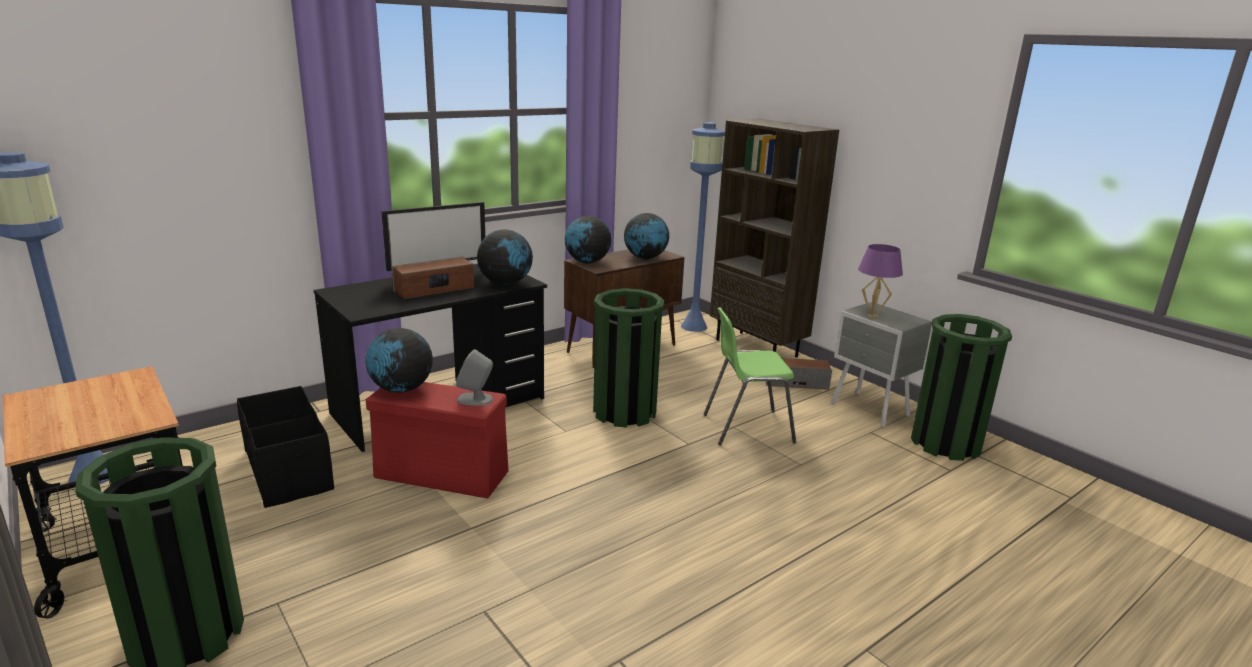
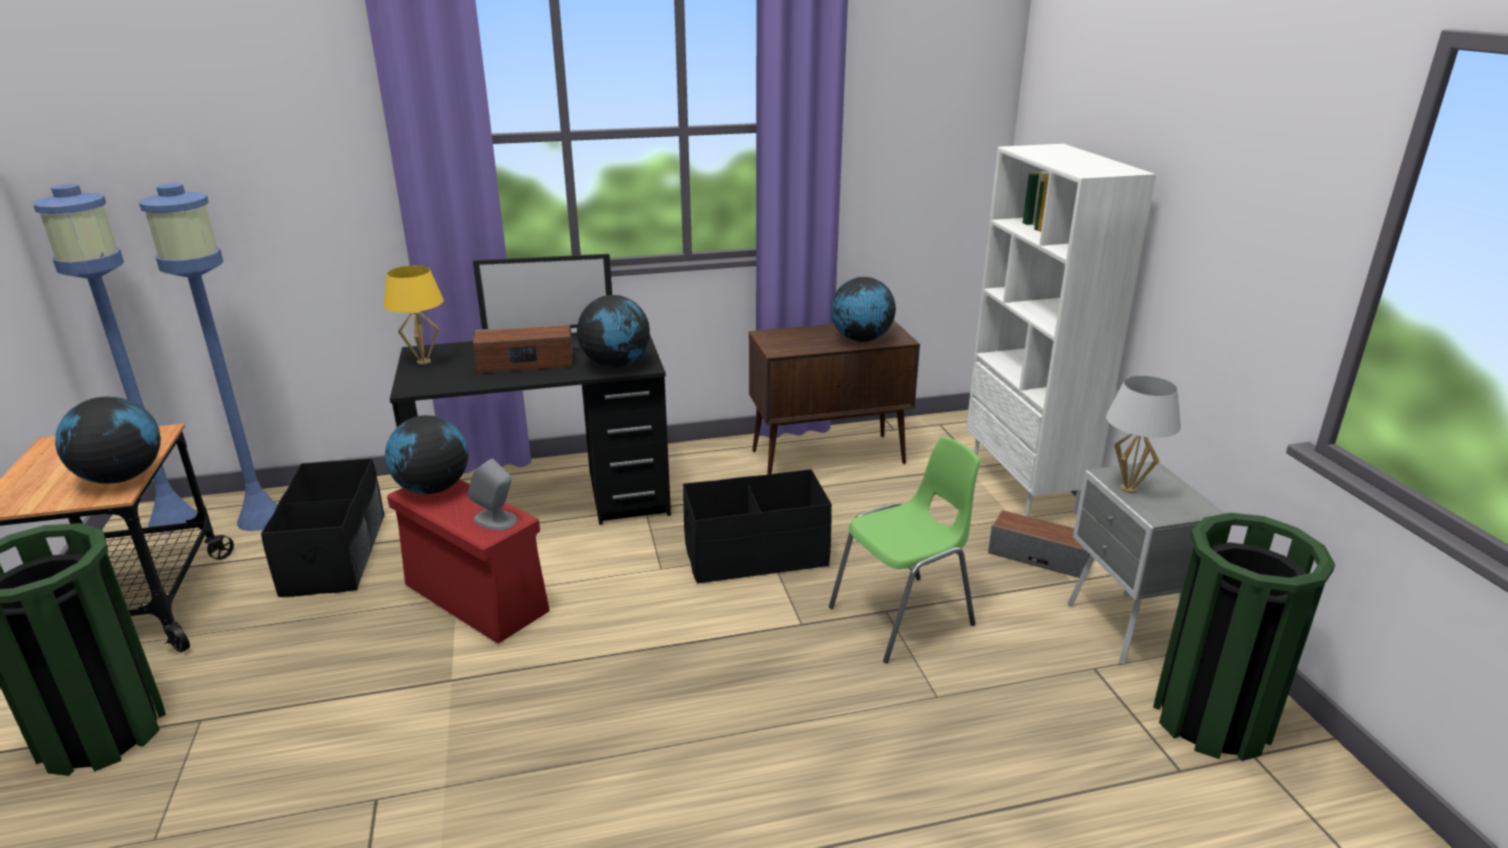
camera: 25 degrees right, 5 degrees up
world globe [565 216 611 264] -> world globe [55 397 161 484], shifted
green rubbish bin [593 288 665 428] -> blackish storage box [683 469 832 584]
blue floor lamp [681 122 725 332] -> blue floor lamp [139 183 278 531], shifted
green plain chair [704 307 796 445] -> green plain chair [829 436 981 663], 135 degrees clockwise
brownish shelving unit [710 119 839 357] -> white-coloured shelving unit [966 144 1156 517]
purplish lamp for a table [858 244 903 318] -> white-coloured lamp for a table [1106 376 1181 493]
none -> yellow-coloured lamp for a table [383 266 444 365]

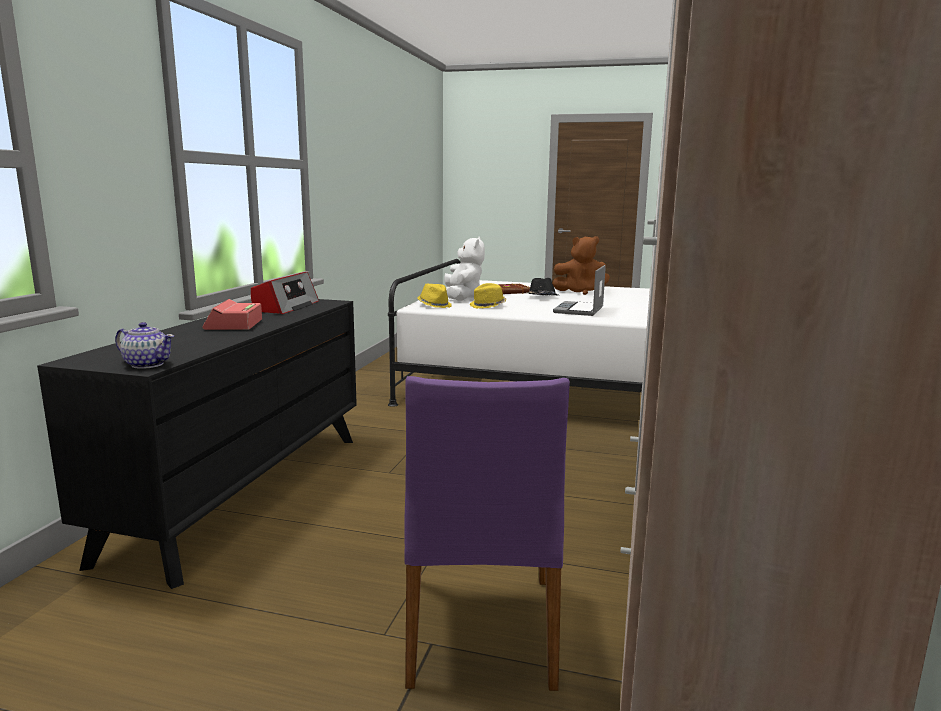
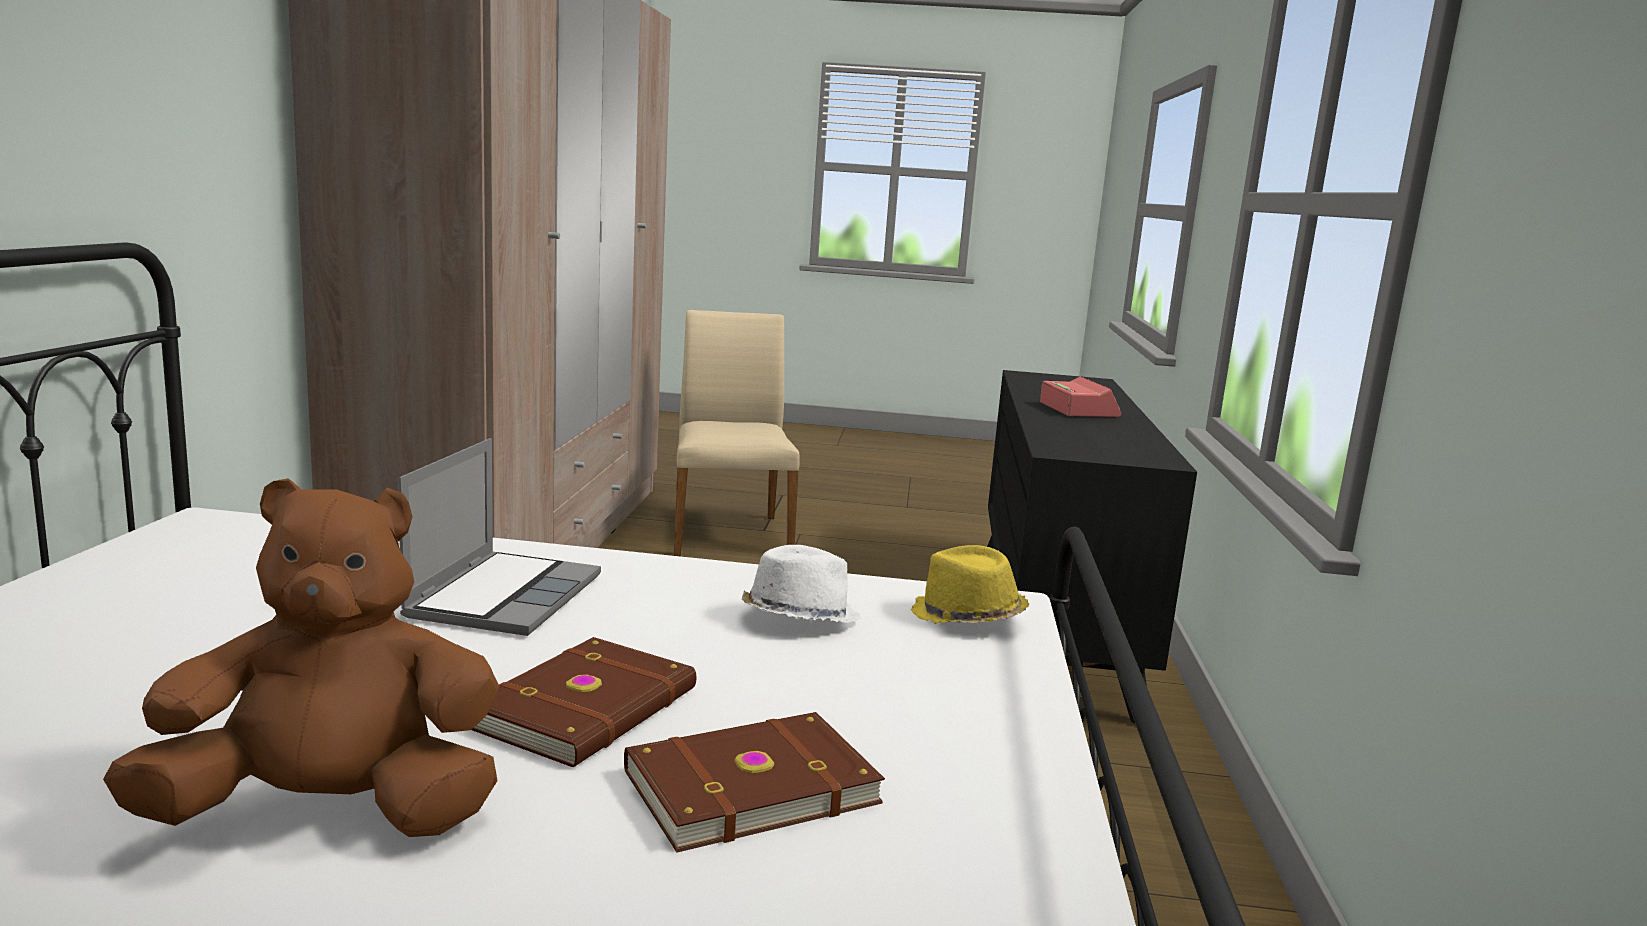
camera: 170 degrees right, 0 degrees up
tea pot [115 322 174 369] -> none
radio set [251 272 319 314] -> none
purplish plain chair [404 376 570 691] -> beige-coloured plain chair [674 310 800 556]
white-coloured soft toy [444 237 485 301] -> none
yellow-coloured wearable hat [470 283 506 309] -> white-coloured wearable hat [742 545 861 623]
blackish wearable hat [527 278 558 295] -> brownish volume [472 637 696 767]

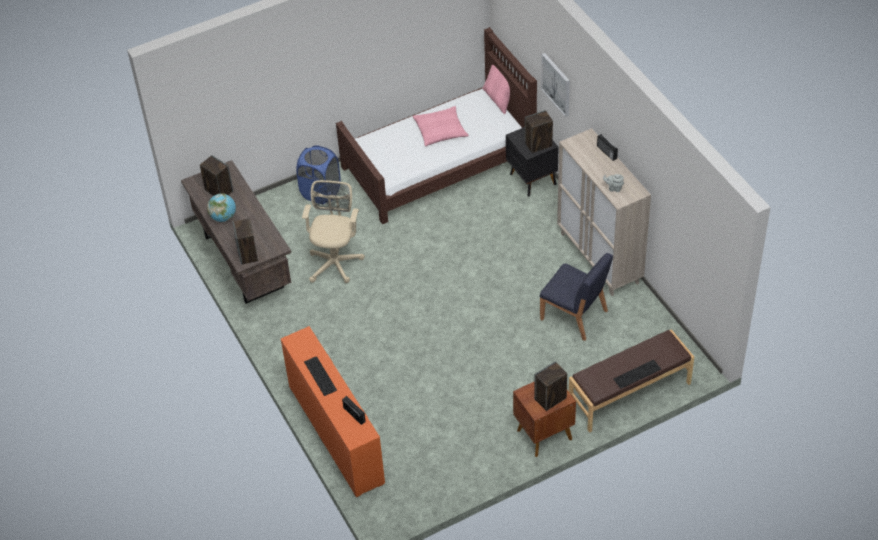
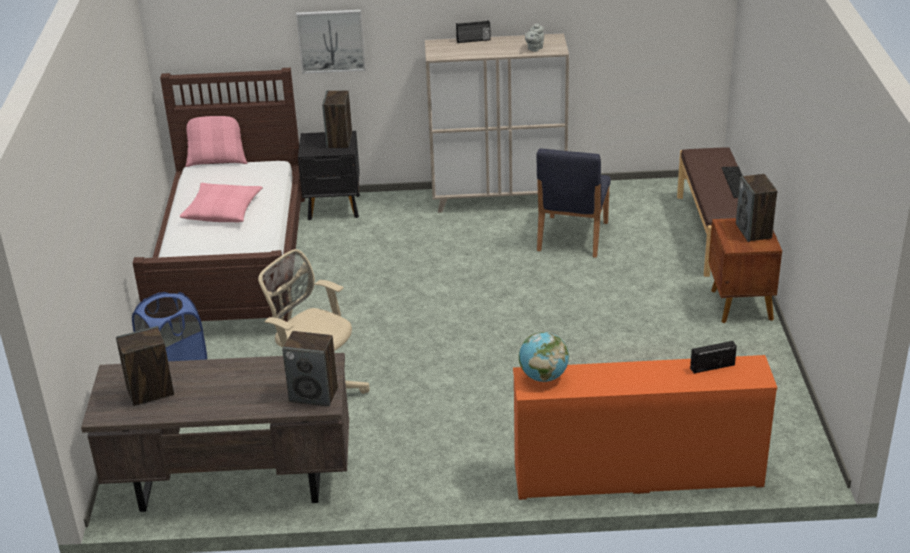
camera: 65 degrees left, 15 degrees down
world globe [207 193 236 222] -> world globe [519 332 569 382], shifted
PC keyboard [304 356 337 396] -> none
blue plain chair [540 253 613 341] -> blue plain chair [536 148 611 258], 135 degrees clockwise

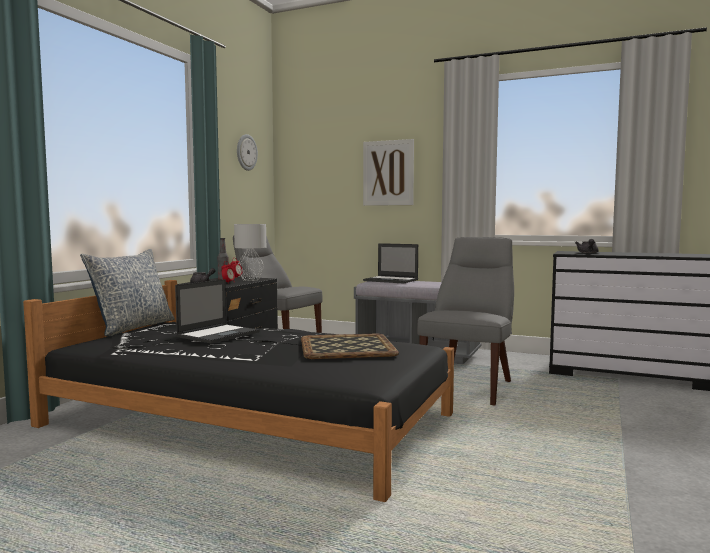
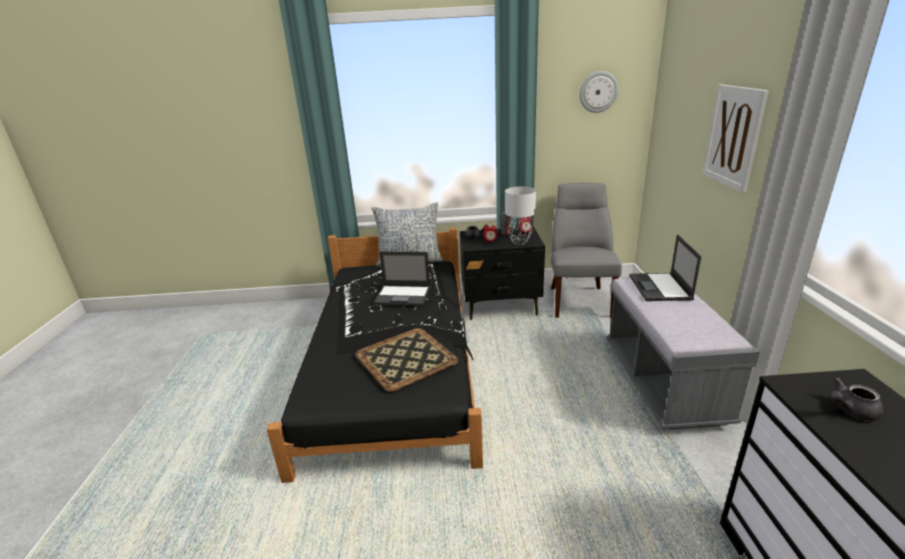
camera: 65 degrees right, 20 degrees up
greyish plain chair [417 237 514 406] -> none

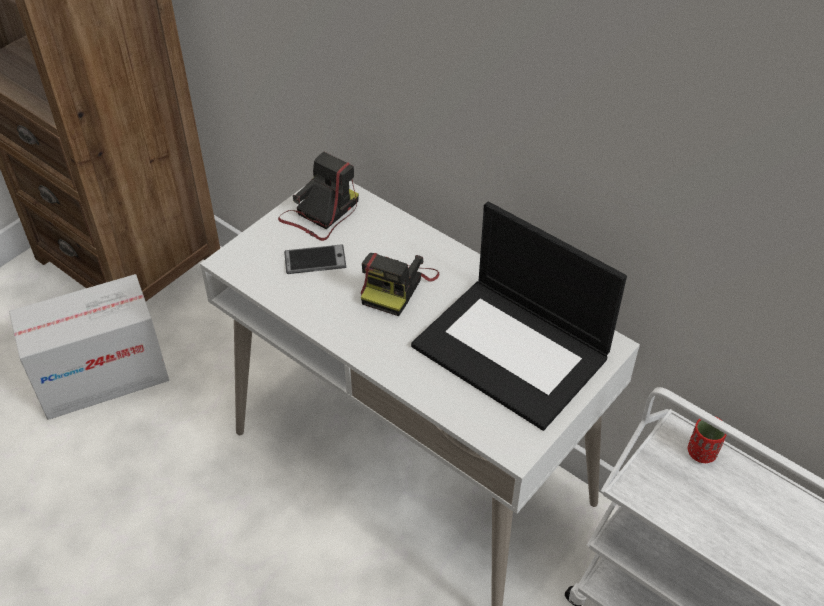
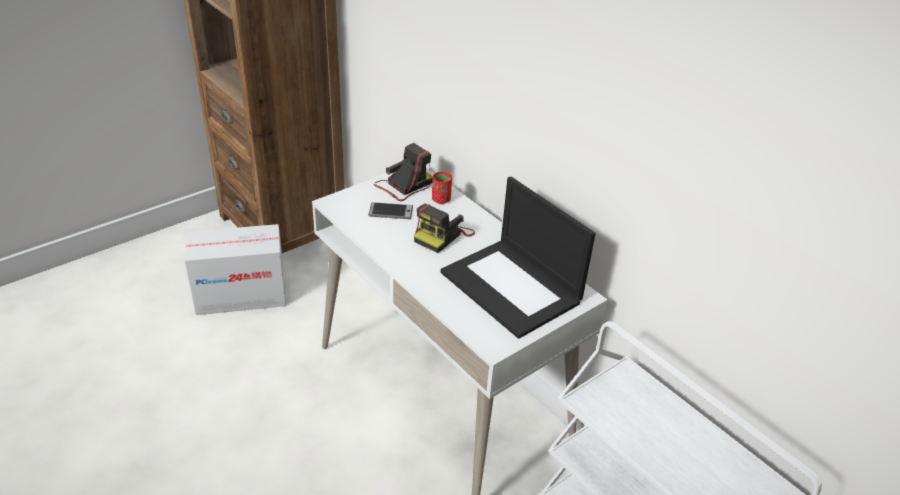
camera: 10 degrees right, 10 degrees down
reddish small cup [688 417 727 463] -> reddish small cup [432 171 452 204], shifted

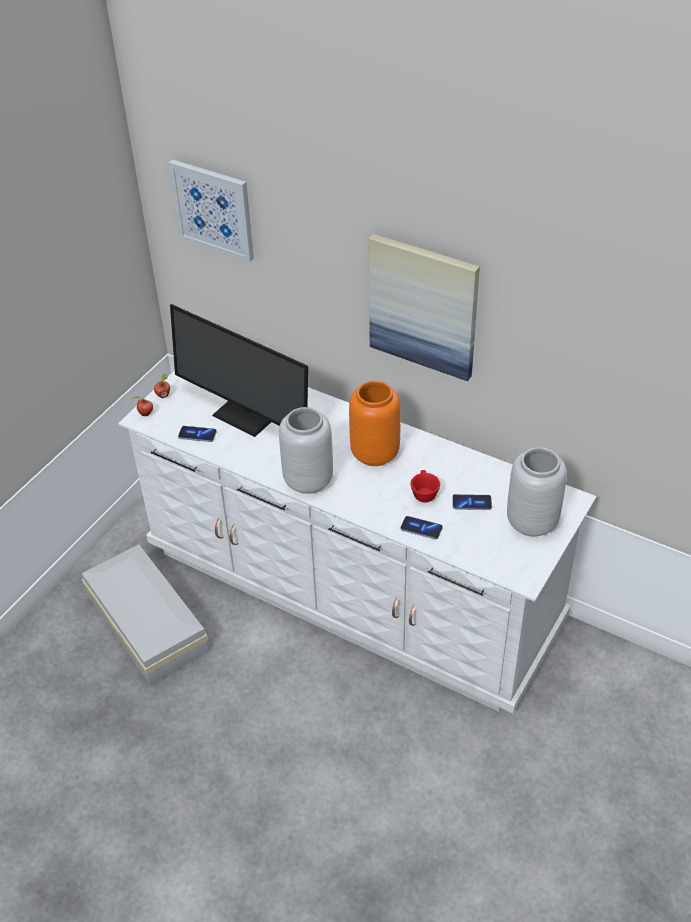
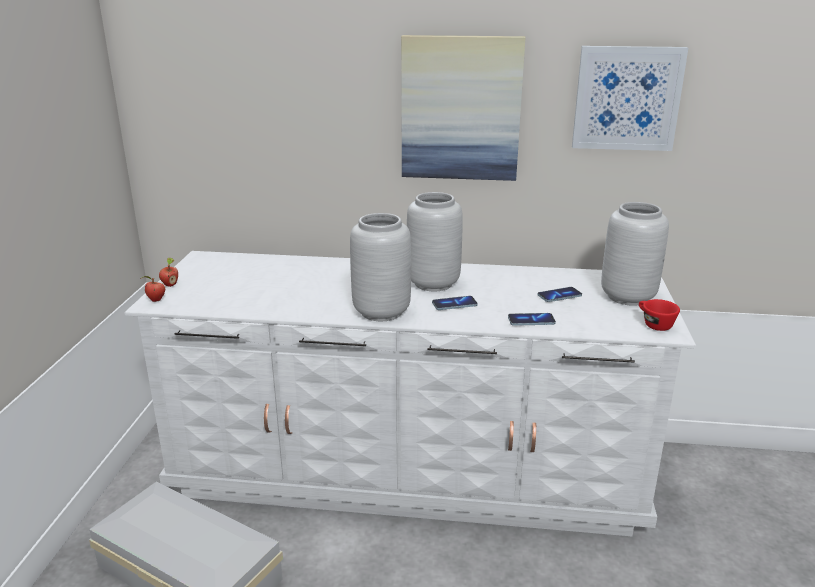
camera: 25 degrees left, 20 degrees down
wall art [168 159 254 262] -> wall art [572 46 688 151], shifted
monitor [170 304 308 437] -> none
telephone [178 426 217 442] -> telephone [432 296 478 310], shifted
orange vase [349 381 401 466] -> greyish vase [407 192 463 291]
reddish small cup [410 470 440 503] -> reddish small cup [639 299 680 331], shifted

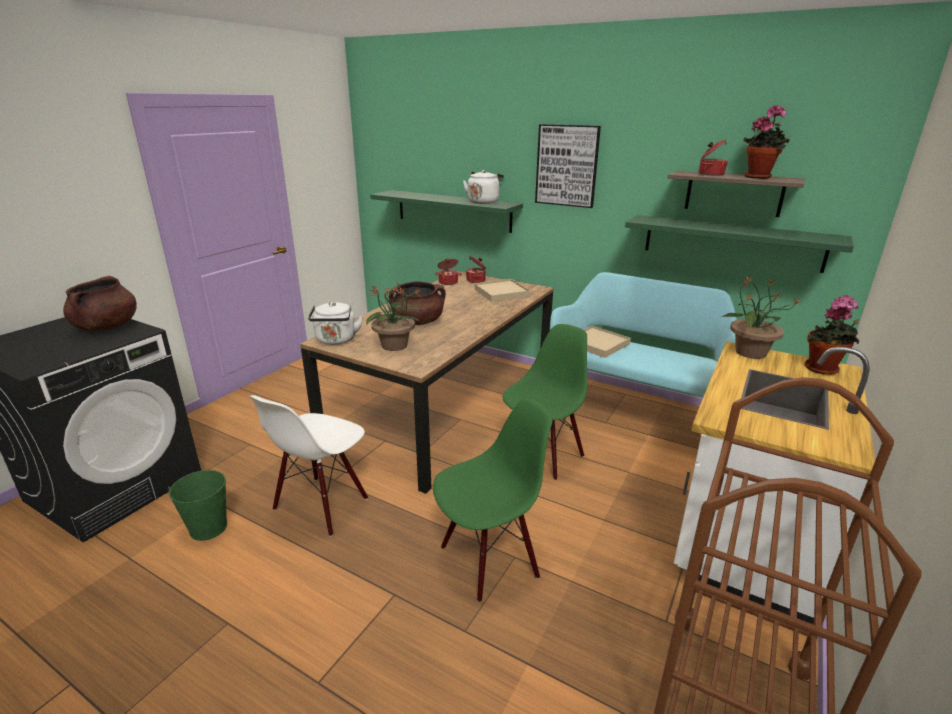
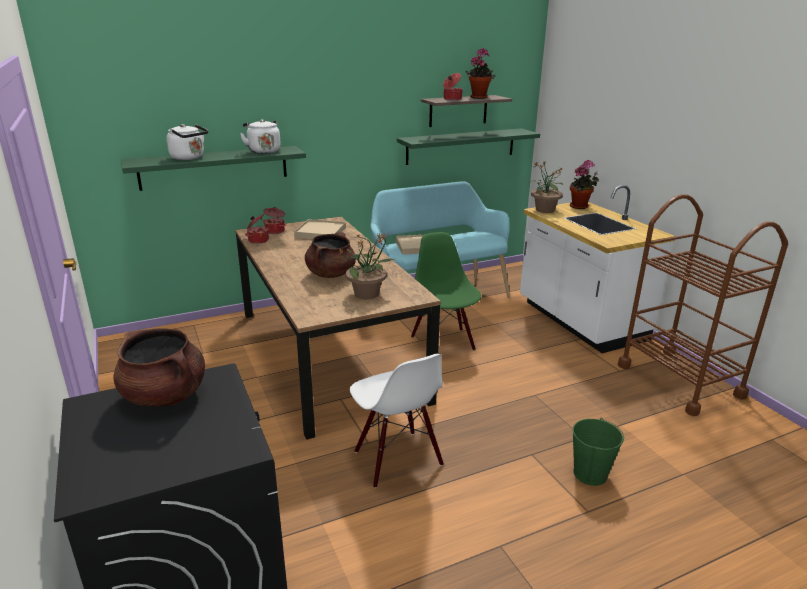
camera: 55 degrees left, 0 degrees up
green water bucket [168 470 227 541] -> green water bucket [573 417 624 486], shifted
white-coloured water kettle [308 302 363 345] -> white-coloured water kettle [166 124 208 160], shifted
green plain chair [433 398 552 602] -> none
wall art [535 124 601 208] -> none

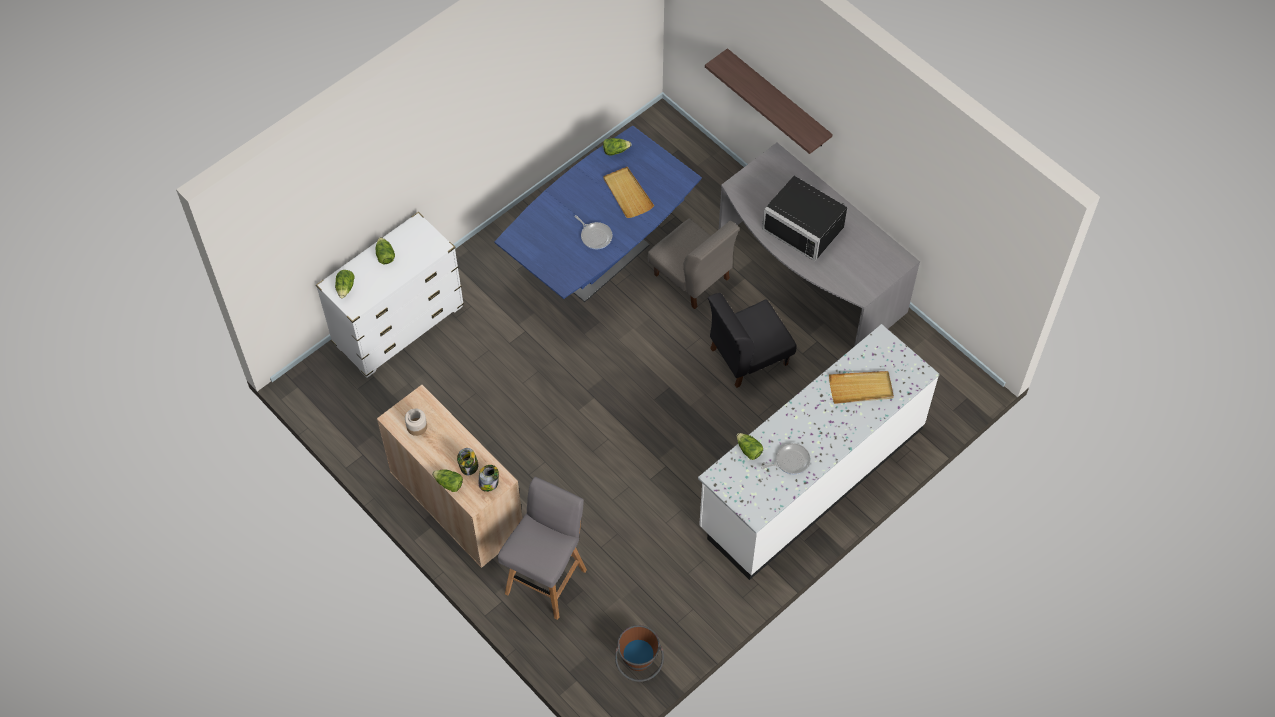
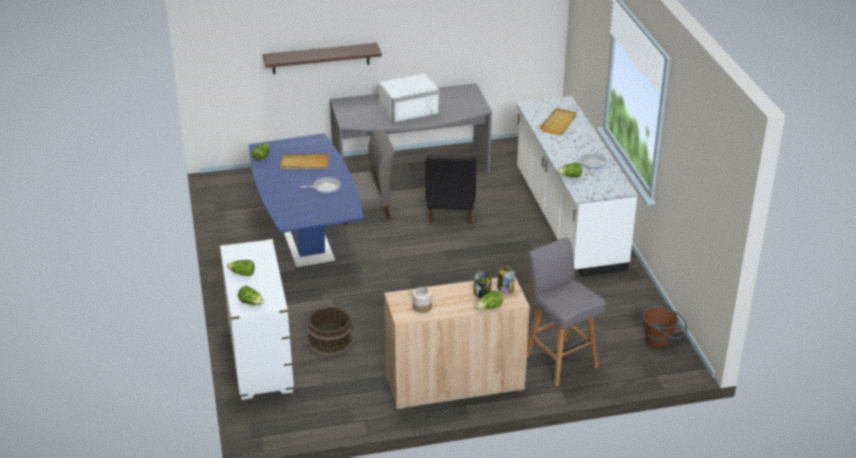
camera: 60 degrees left, 25 degrees down
blackish microwave [762 176 847 261] -> white-coloured microwave [379 73 440 124]
none -> brownish water bucket [307 306 353 355]

